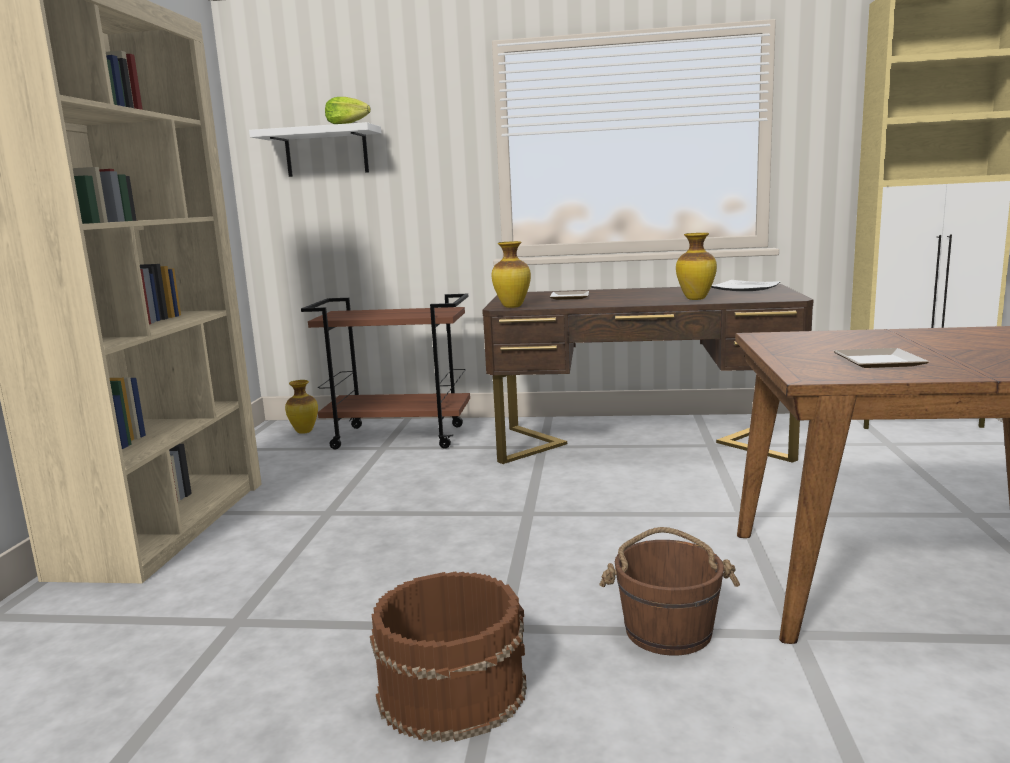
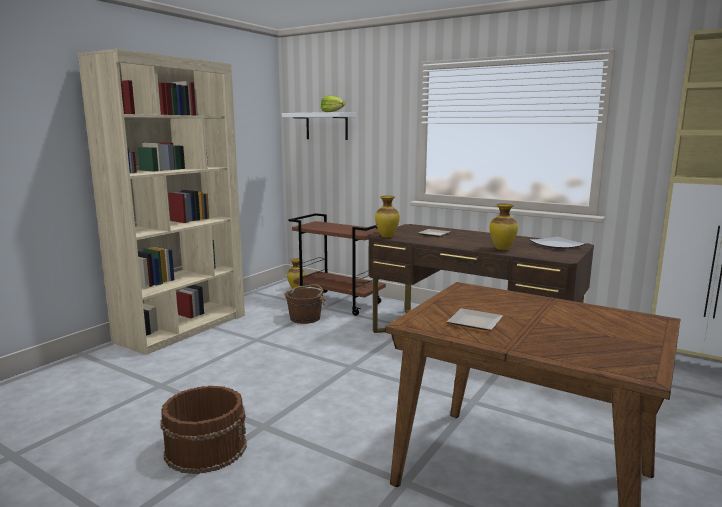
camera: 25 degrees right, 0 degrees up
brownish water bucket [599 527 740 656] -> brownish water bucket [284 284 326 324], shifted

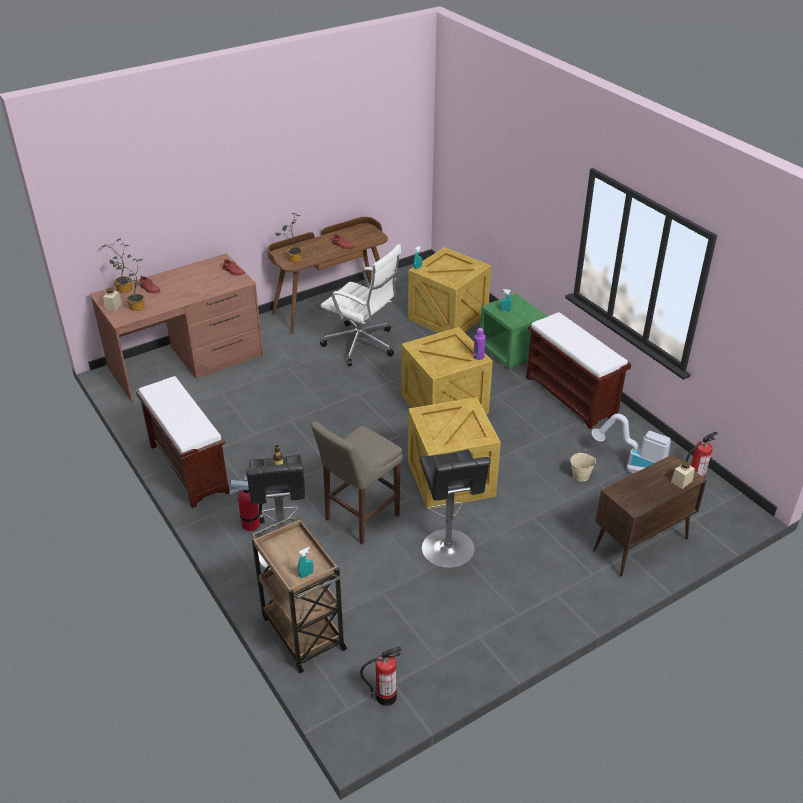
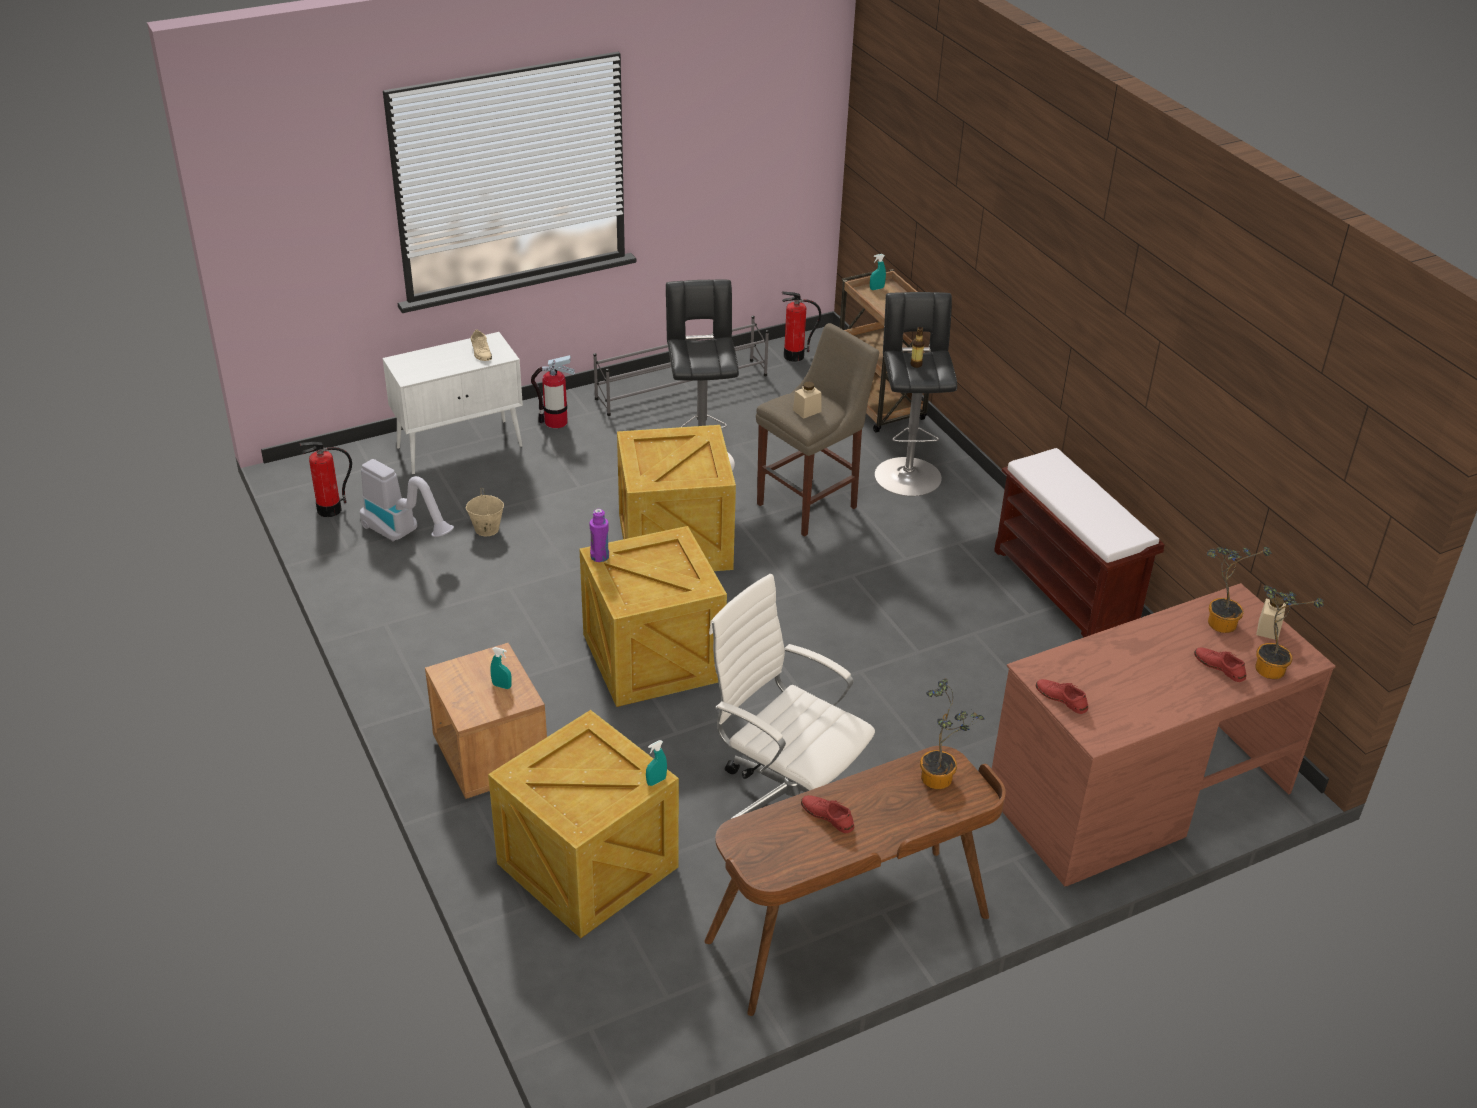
camera: 175 degrees left, 0 degrees up
fire extinguisher [229 473 265 531] -> fire extinguisher [531 355 575 428], shifted
green night table [480 293 548 368] -> brownish night table [425 643 547 799]
brownish indoor bench [526 312 631 429] -> none
brownish storage cabinet [593 454 707 576] -> white-coloured storage cabinet [383 332 523 475]
beige-coloured jar [671 461 695 489] -> beige-coloured jar [793 382 822 419], shifted
none -> beige-coloured low shoe [471 329 492 361]
none -> greyish shoe rack [593 316 769 416]

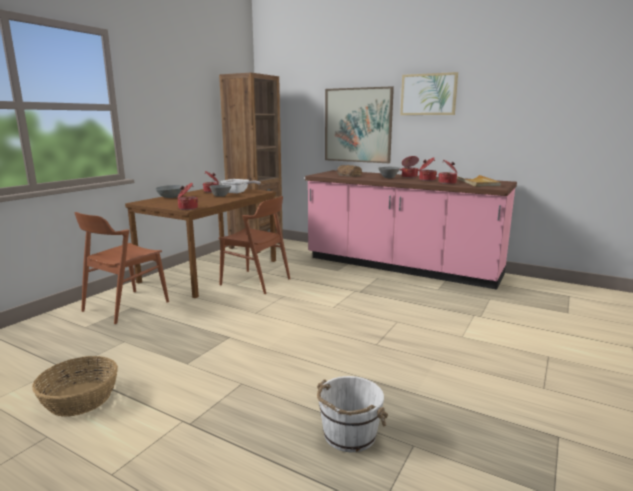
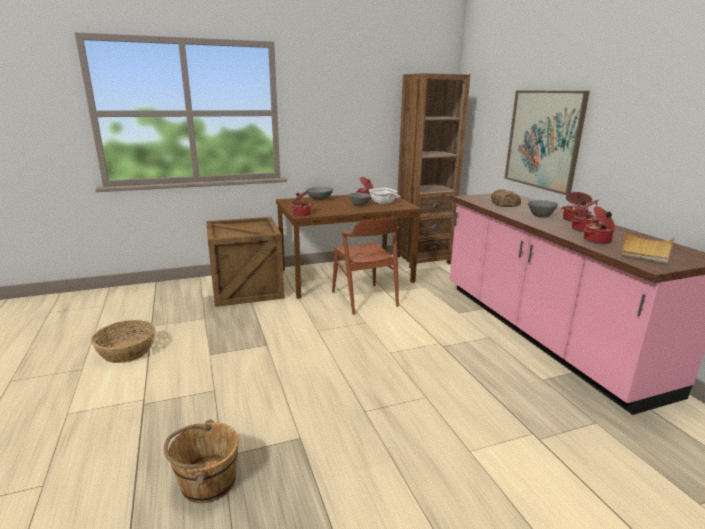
camera: 40 degrees right, 5 degrees up
brownish plain chair [74 212 169 324] -> crate [206 217 285 307]
white-coloured water bucket [317 376 388 452] -> brownish water bucket [164 419 239 503]
wall art [400 72 458 115] -> none

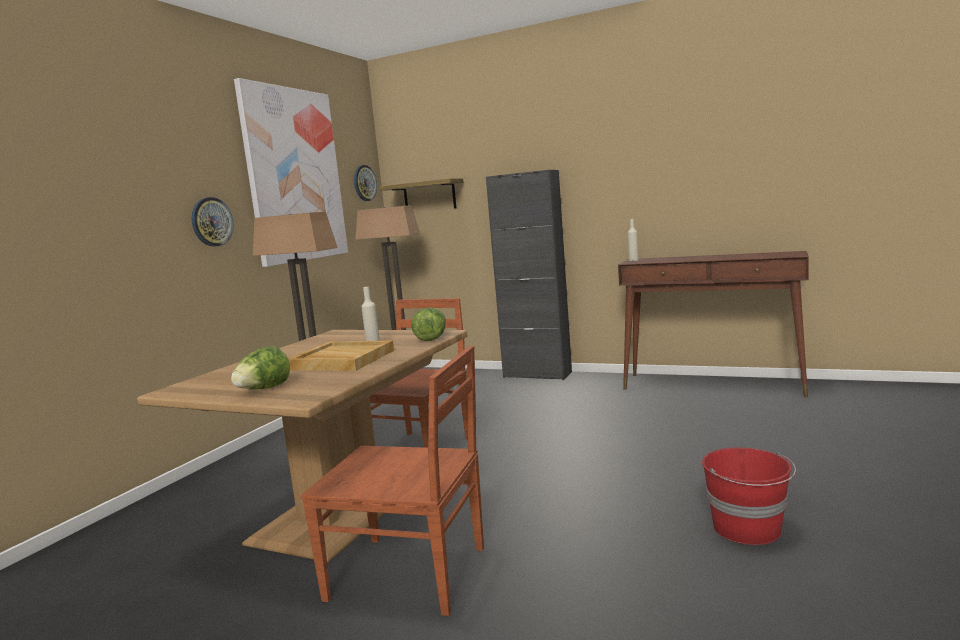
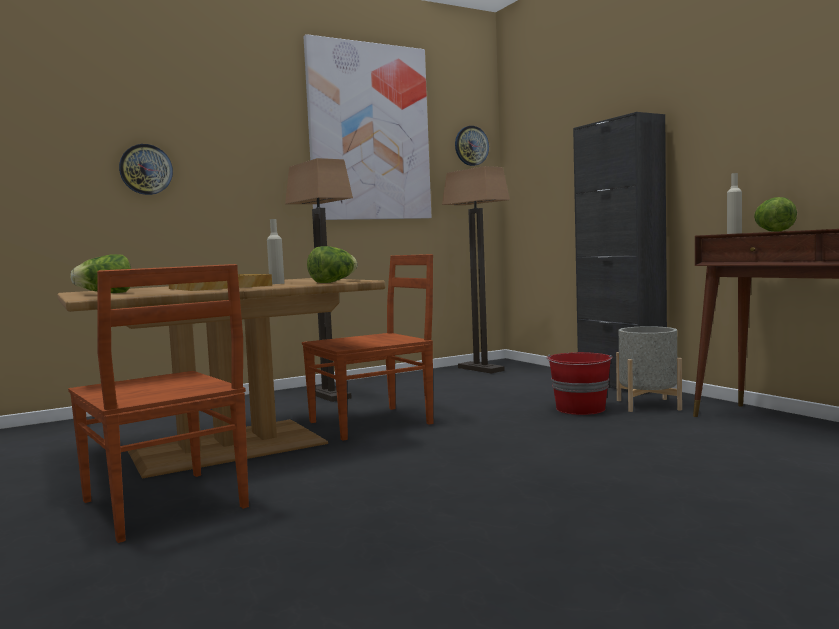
camera: 35 degrees right, 5 degrees down
wall clock [191 197 234 247] -> wall clock [119 144 173 195], shifted
shelf [380 178 464 209] -> none
reddish water bucket [702 448 796 545] -> reddish water bucket [547 352 612 415], shifted
none -> greyish planter [616 326 682 412]
none -> lettuce [754 197 797 232]

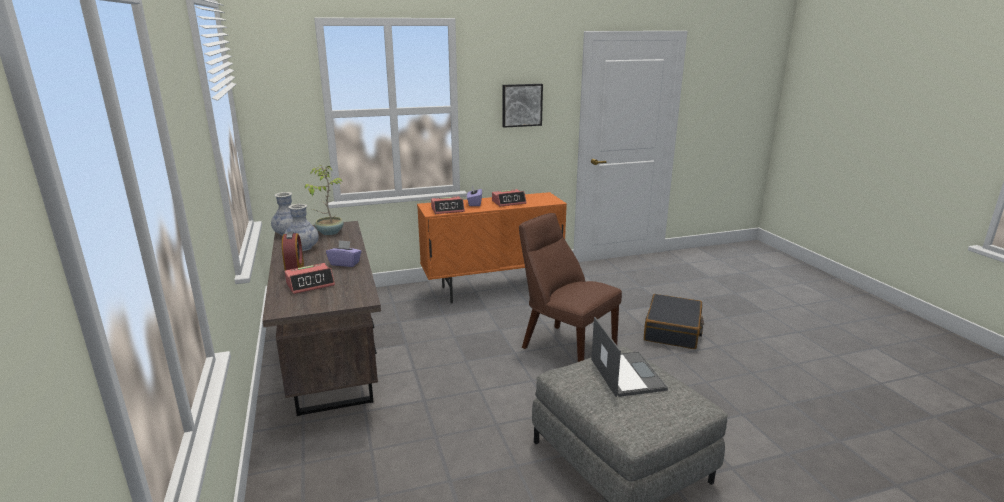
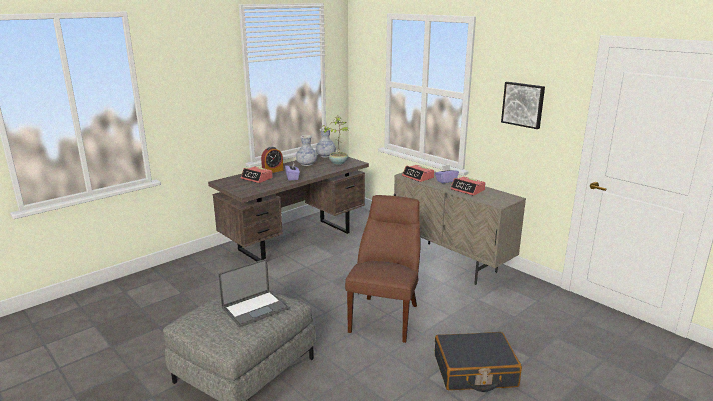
camera: 65 degrees right, 0 degrees up
orange storage cabinet [417 192 567 304] -> beige-coloured storage cabinet [394 171 526 285]

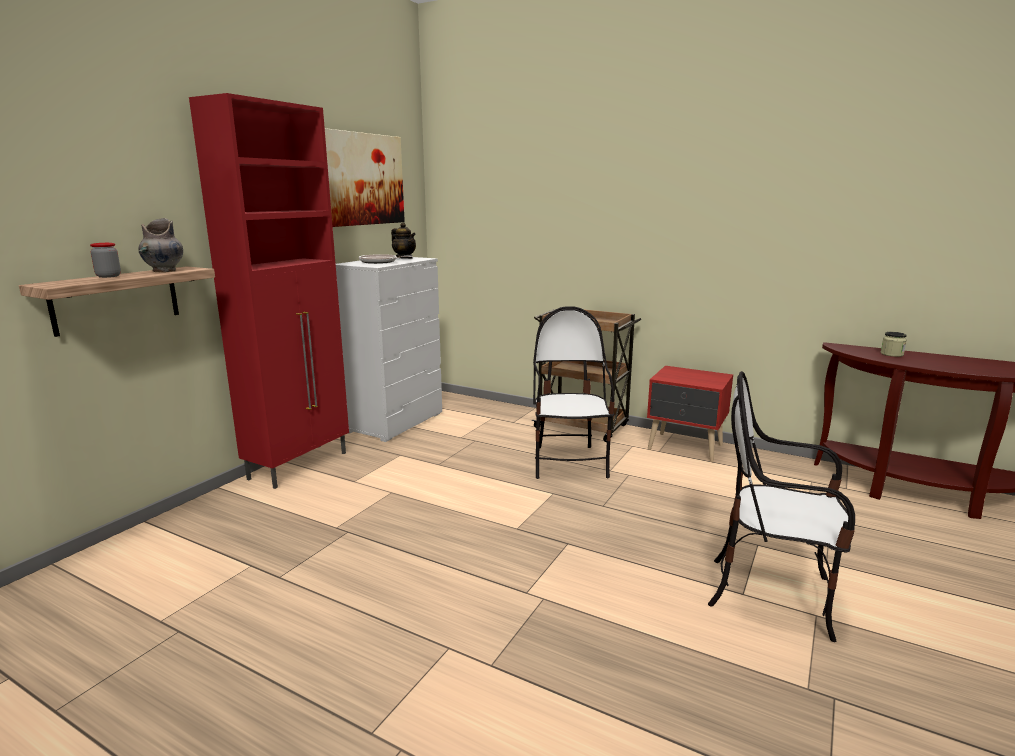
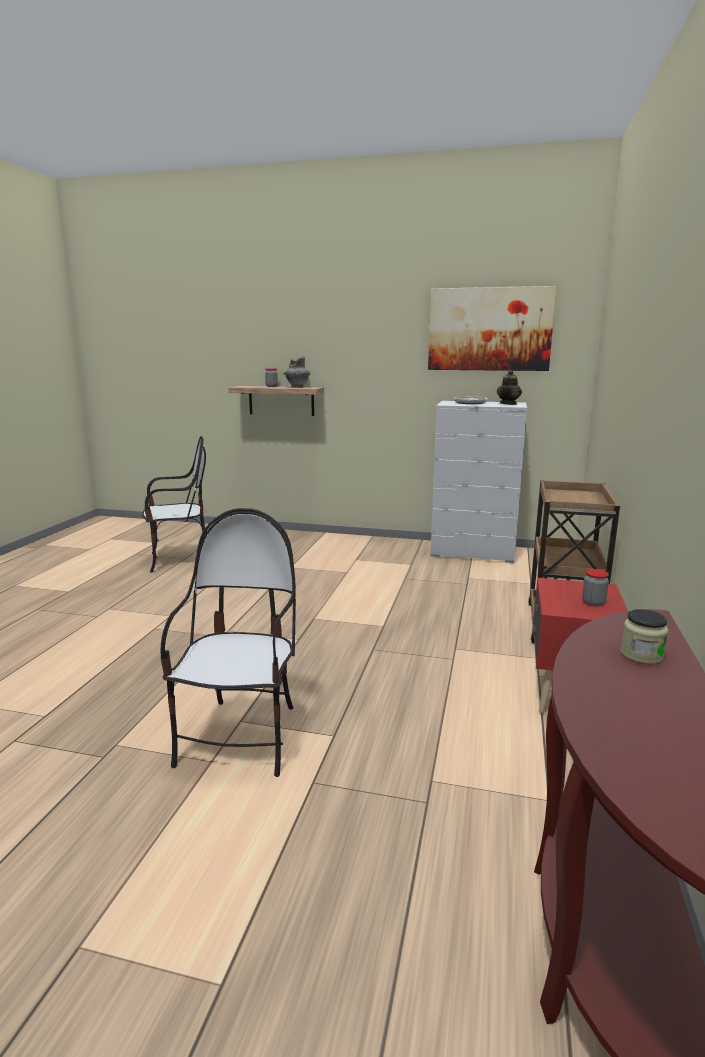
camera: 75 degrees right, 0 degrees up
reddish storage cabinet [189 93 349 489] -> none
plain chair [533 306 615 479] -> plain chair [142 436 206 573], shifted
none -> jar [582 569 609 606]

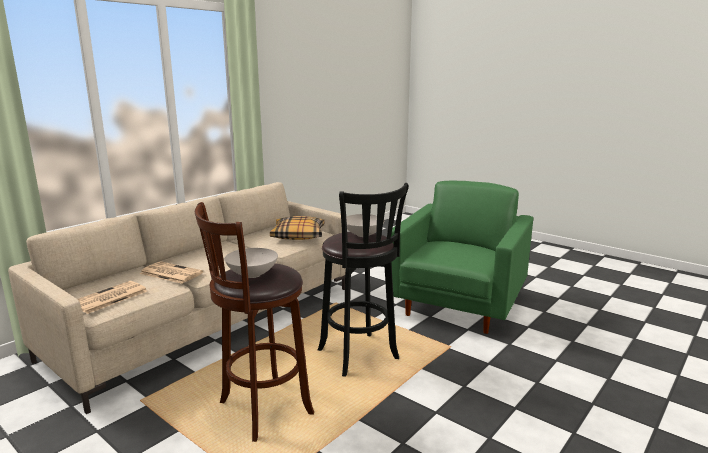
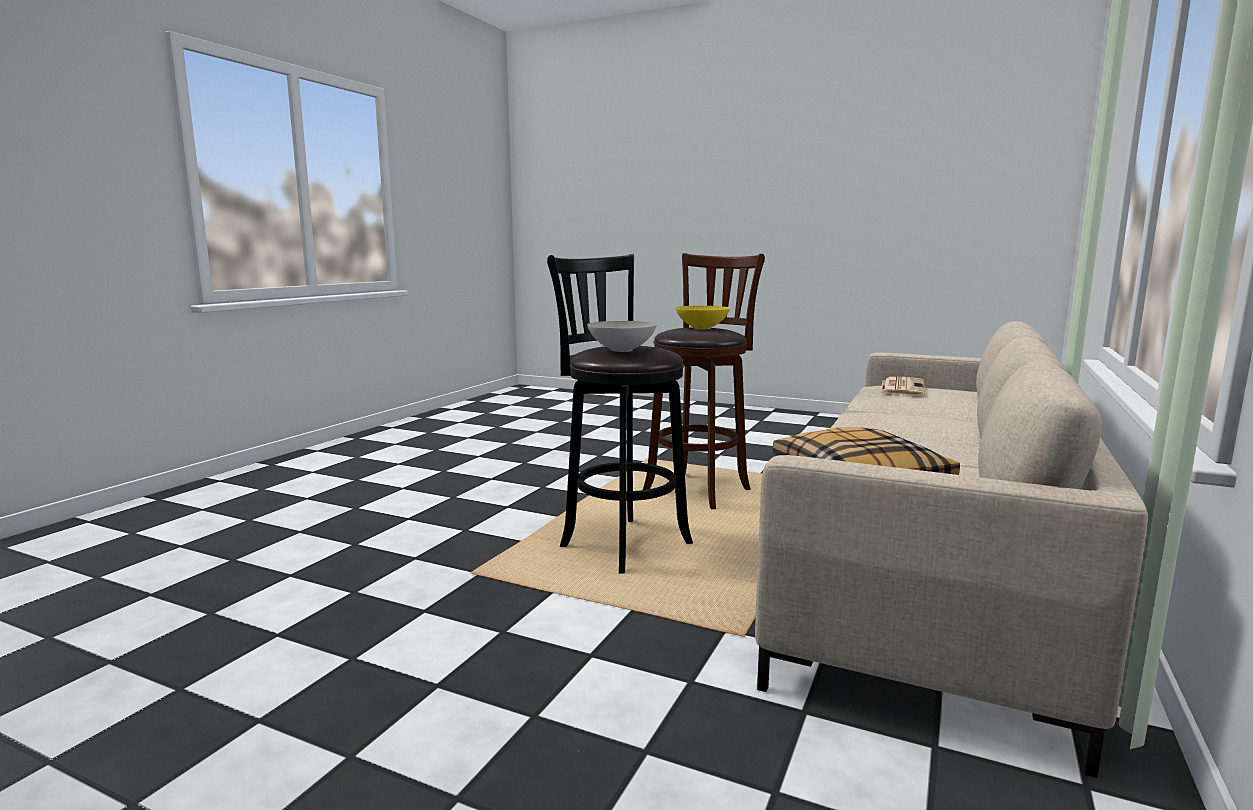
camera: 165 degrees right, 5 degrees down
daily paper [140 261 203 284] -> none
white-coloured serving bowl [224 248 278 278] -> yellow-coloured serving bowl [675 306 730 329]
green lounge chair [391 181 533 334] -> none

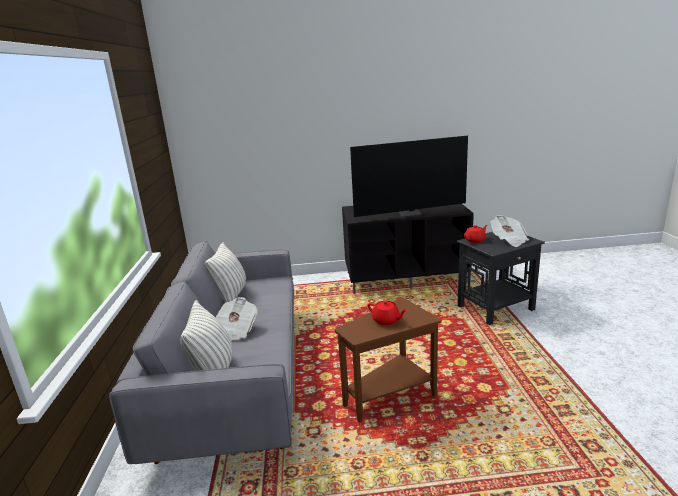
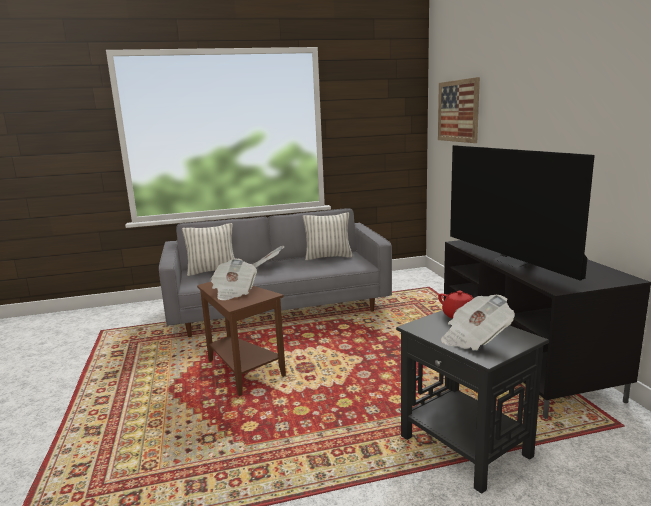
camera: 80 degrees right, 5 degrees down
reddish tea pot [368 300 407 325] -> daily paper [211 259 257 300]
none -> wall art [438 77 480 143]

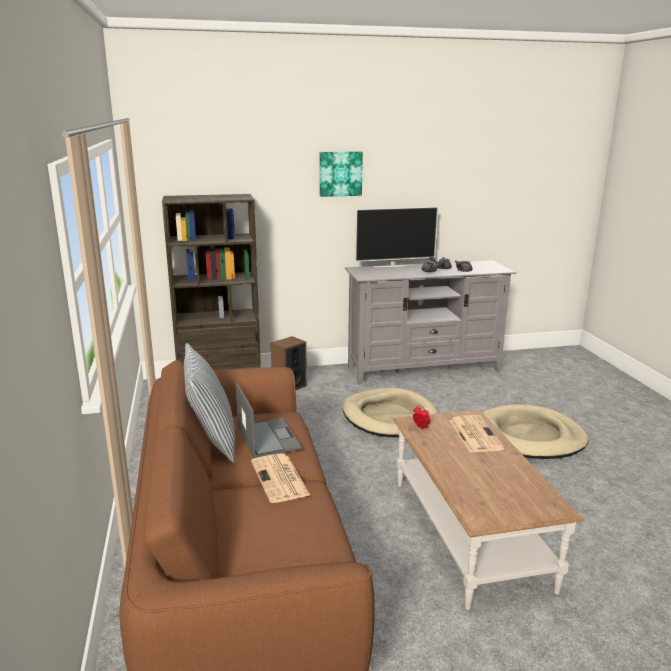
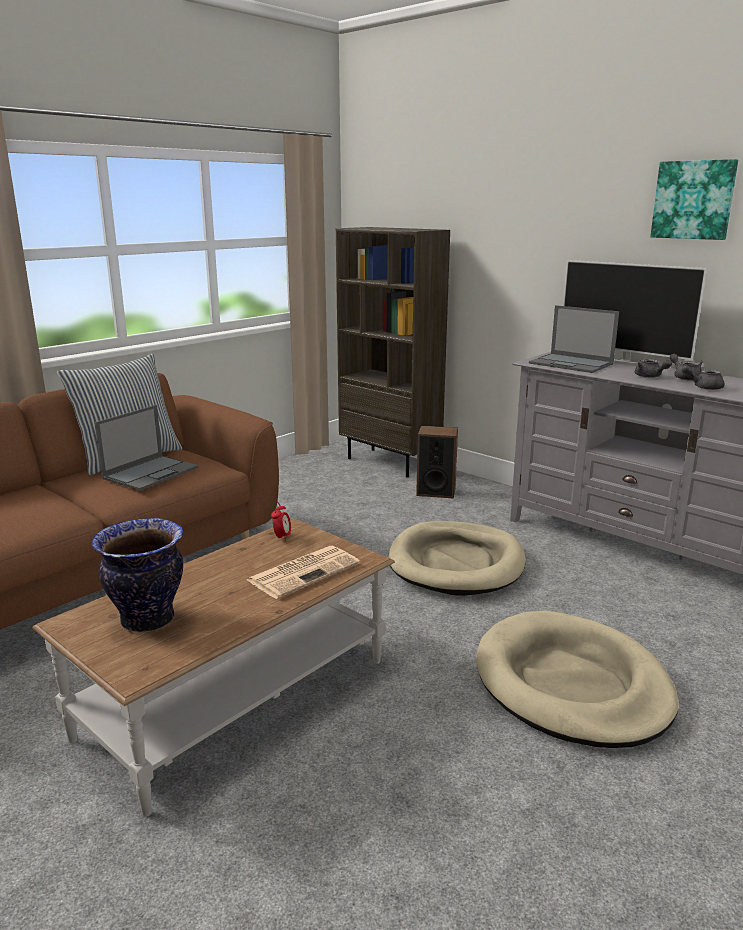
camera: 55 degrees right, 0 degrees up
daily paper [251 453 311 503] -> none
wall art [320 151 363 197] -> wall art [650 159 738 240], shifted
none -> vase [91 518 183 632]
none -> portable computer [529 305 619 373]

